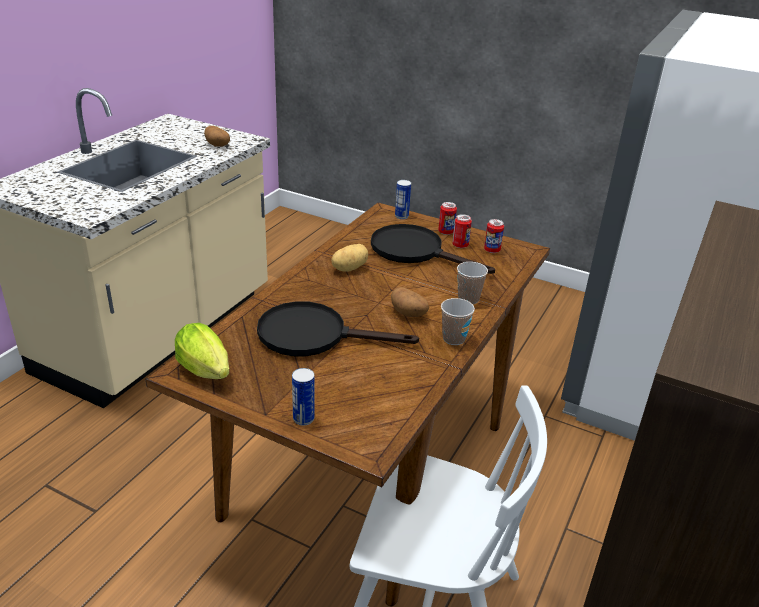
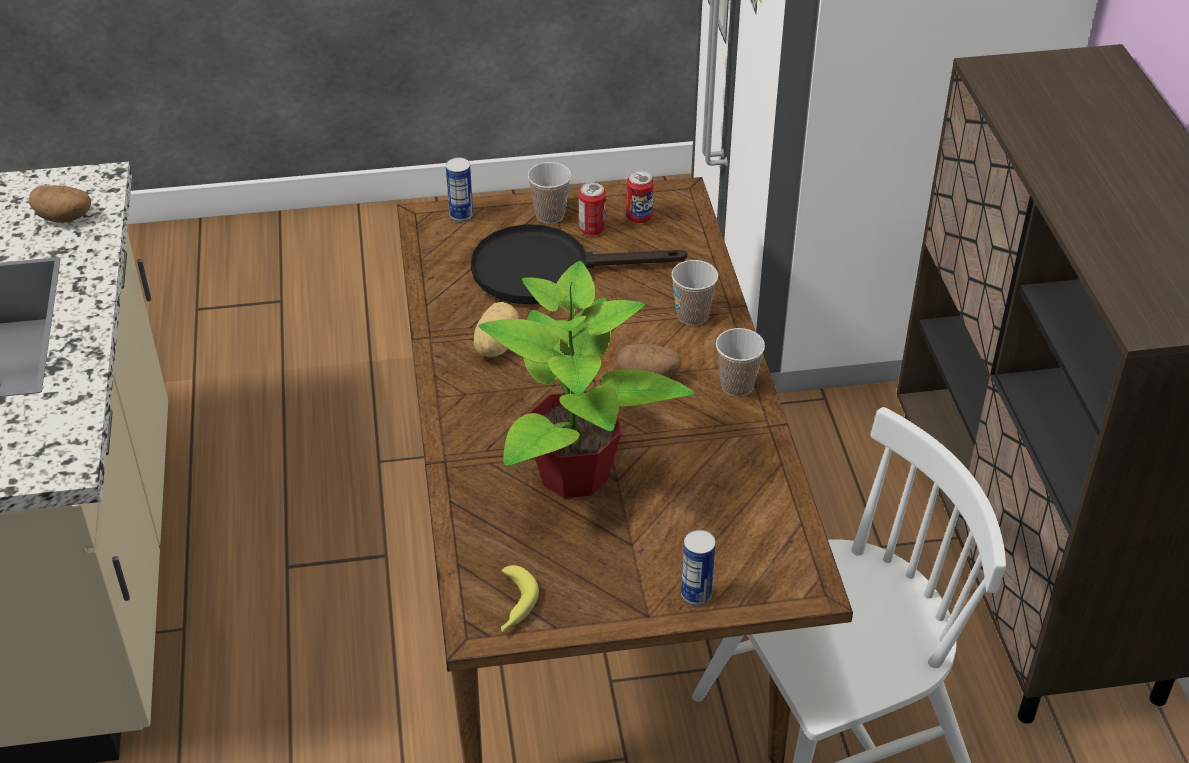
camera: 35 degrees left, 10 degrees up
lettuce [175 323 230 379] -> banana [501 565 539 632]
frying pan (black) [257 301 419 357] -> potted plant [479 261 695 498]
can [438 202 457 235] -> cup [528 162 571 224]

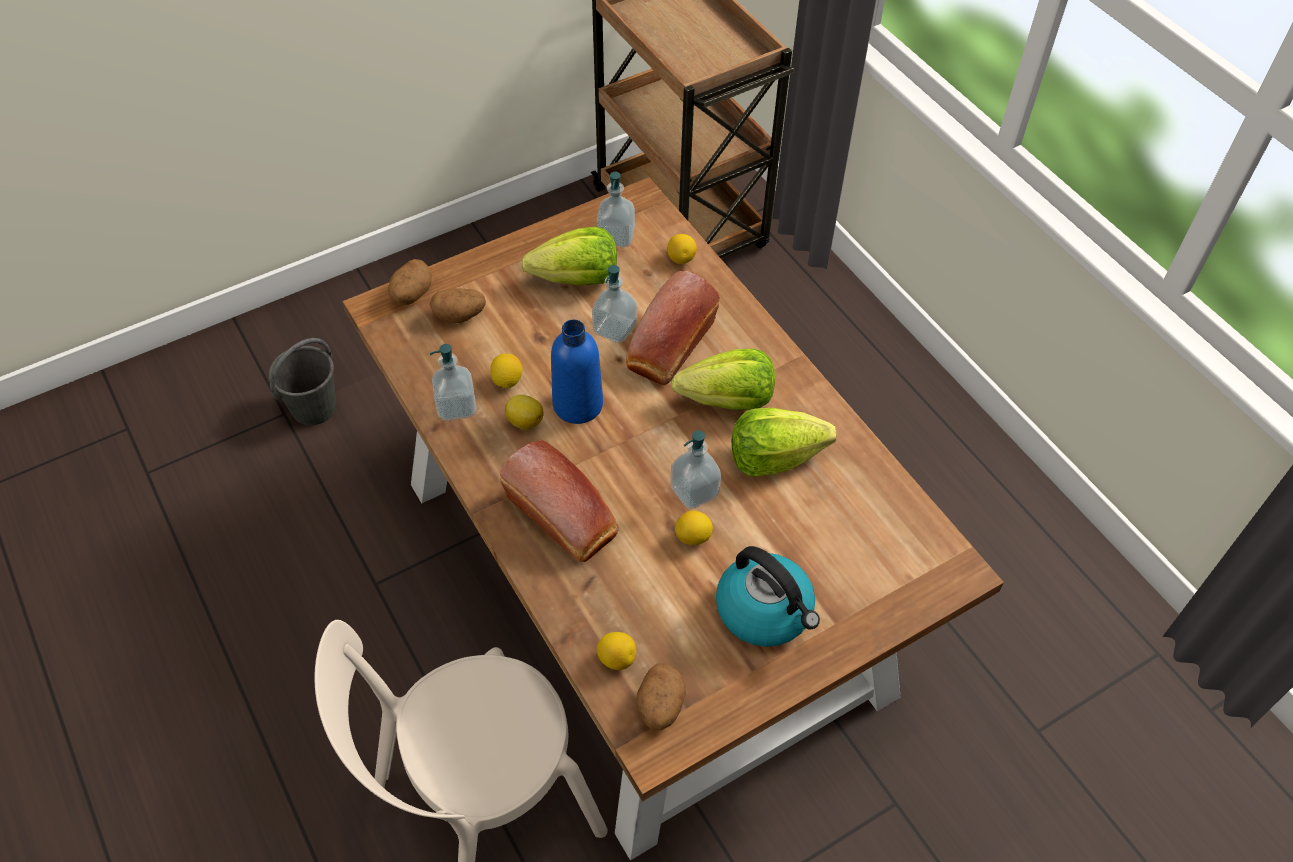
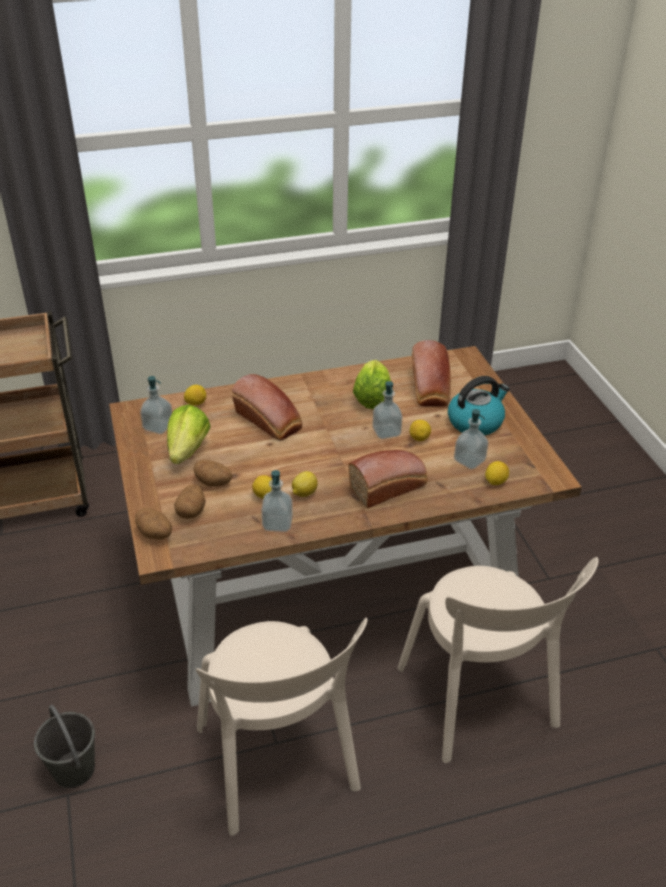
camera: 75 degrees left, 15 degrees down
bottle (blue) [551 319 603 424] -> none
lettuce [671 349 775 410] -> none
none -> chair (beige) [196 618 368 836]
none -> bread [412 340 451 407]
soap dispenser [592 265 637 343] -> soap dispenser [454 409 489 469], move
potato [636 663 686 730] -> potato [193 459 233 487], move

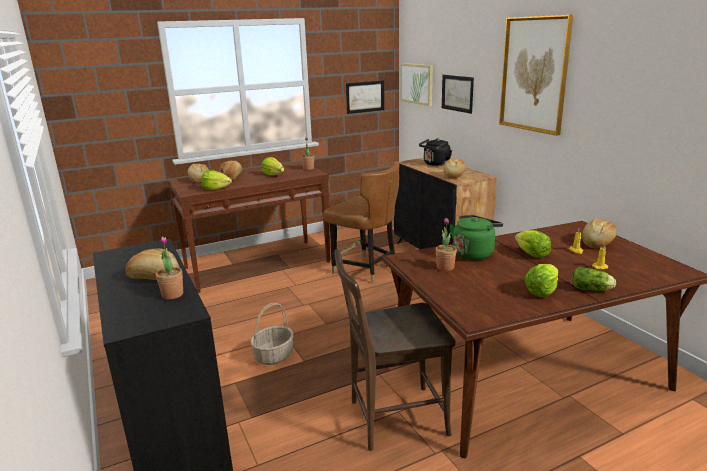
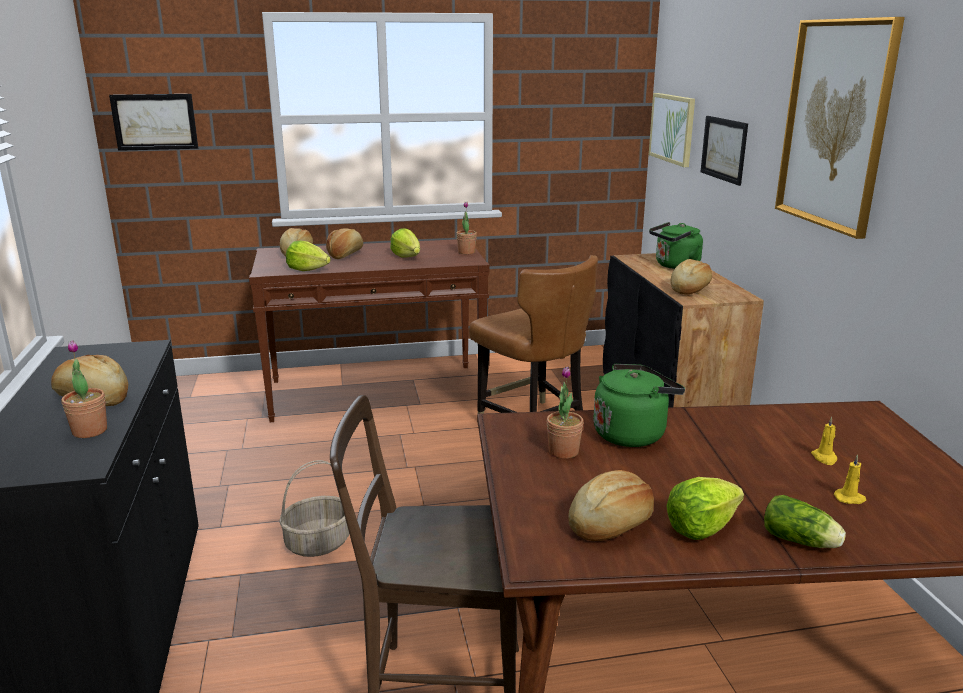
camera: 15 degrees right, 0 degrees up
lettuce [515 230 551 258] -> none
picture [346 80 384 114] -> picture [109 94 198 151], move
bread [582 218 617 248] -> bread [568 470 654 541], move
kettle (black) [419 138 452 166] -> kettle (green) [649 222 703 269]

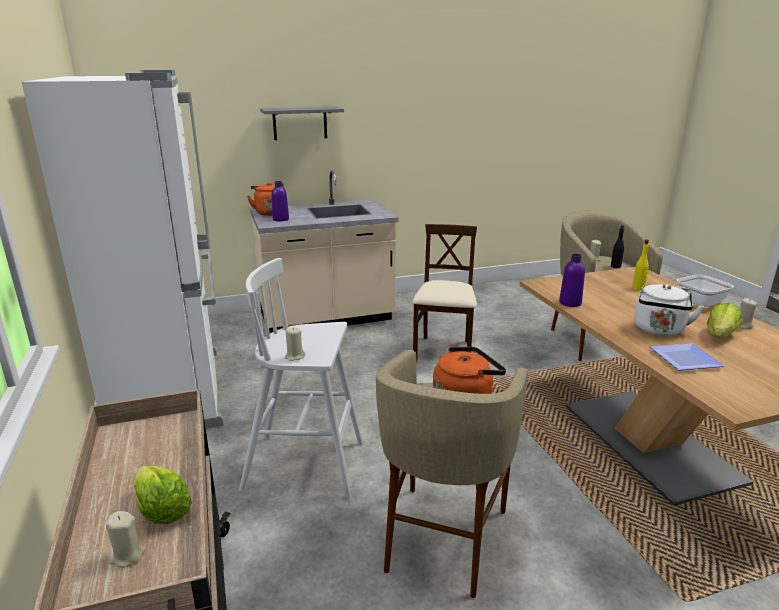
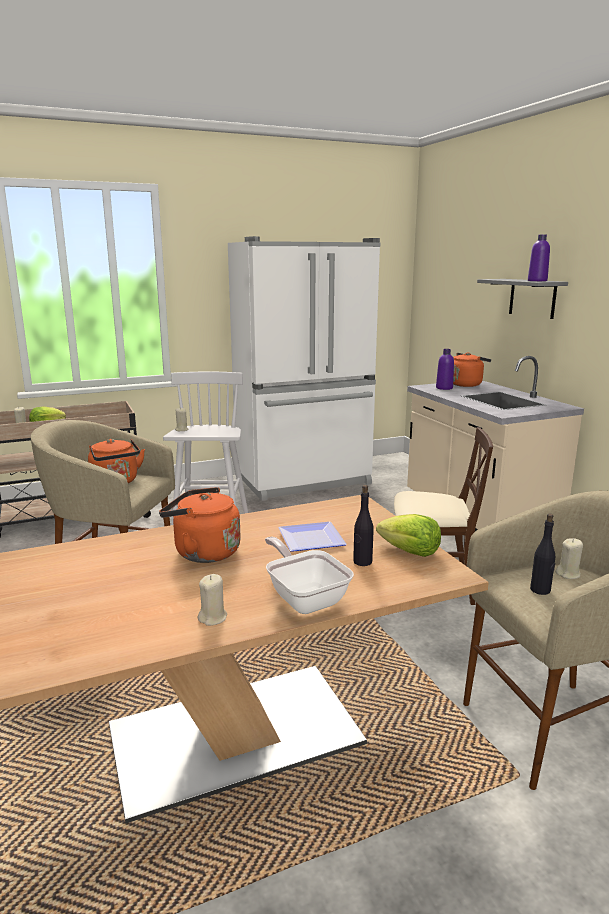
camera: 85 degrees right, 5 degrees down
bottle (purple) [559 254 585 307] -> bottle (purple) [528 234 550 281], move
plate [650 343 724 371] -> plate [278 522 347 552], move
lettuce [707 303 742 338] -> lettuce [376 514 441 557], move
bottle (yellow) [632 240 649 290] -> bottle (black) [353 485 374 566]
kettle (white) [634 284 704 336] -> kettle (orange) [159 487 241 563]

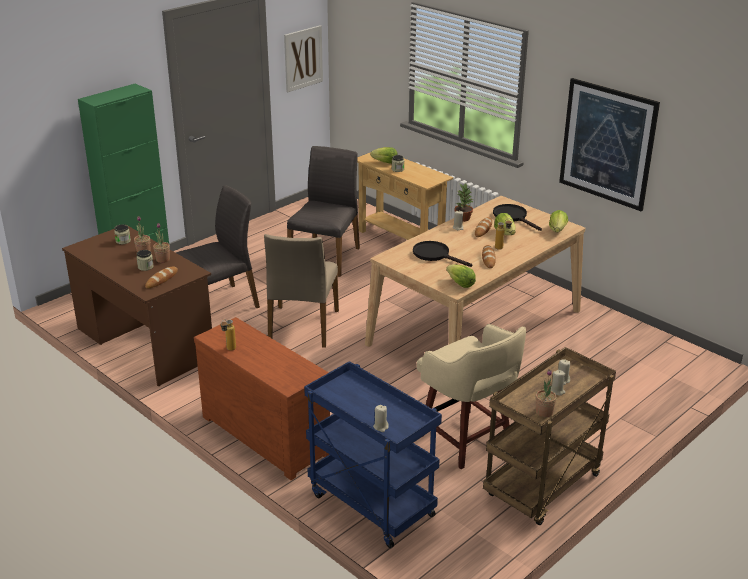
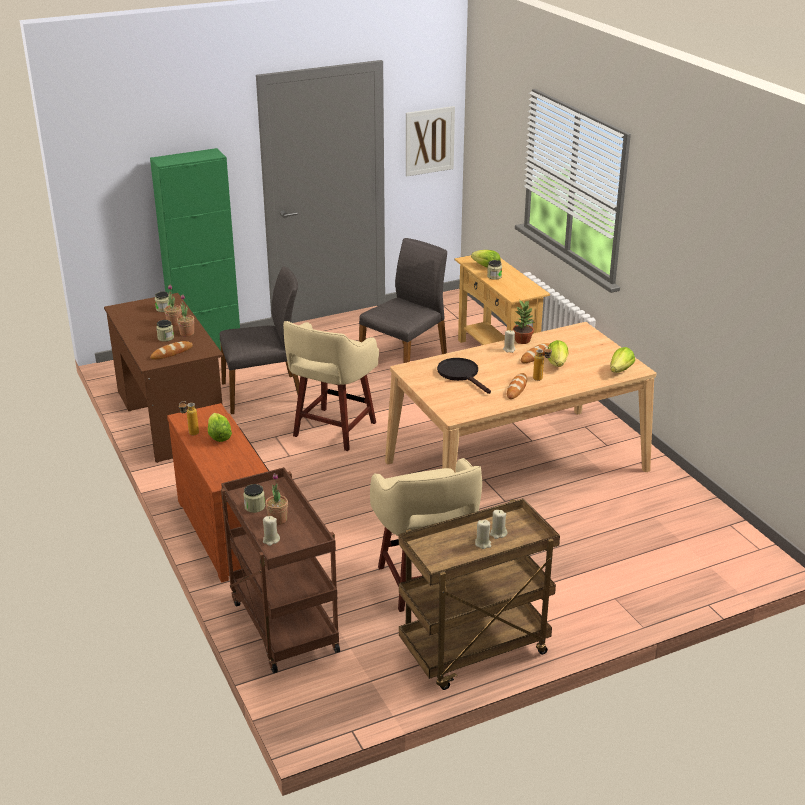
camera: 20 degrees right, 0 degrees up
frying pan (black) [493 204 542 231] -> none
picture [559 78 660 211] -> none
none -> jar [244 484 265 513]
lettuce [446 264 476 288] -> lettuce [208 413 232 442], move
potted plant [536 369 557 417] -> potted plant [265 473 288 525], move
chair (beige) [264 234 339 348] -> stool (beige) [283 321 379 451]
cart (blue) [304 361 442 548] -> cart (brown) [221 467 340 673]

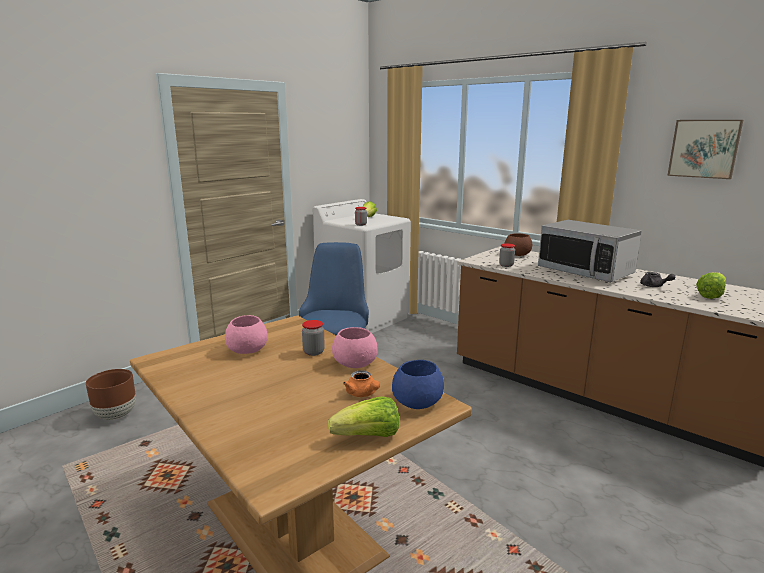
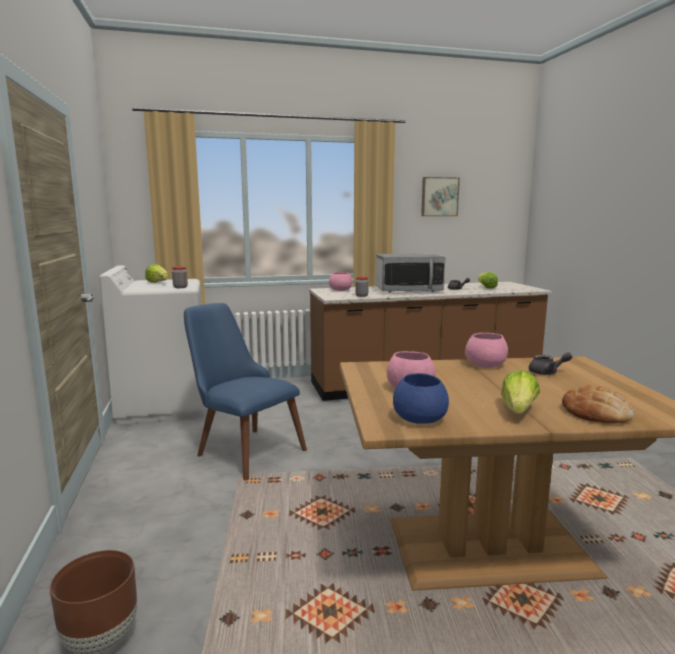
camera: 55 degrees left, 5 degrees down
jar [302 320 325 356] -> none
none -> bread [562 385 634 423]
lettuce [328 396 399 437] -> lettuce [501 370 540 414], move
bowl (blue) [392 360 444 409] -> bowl (blue) [393 373 449 424], move
teapot (orange) [343 370 380 397] -> teapot (grey) [529 352 572 375]
bowl (brown) [505 233 532 256] -> bowl (pink) [329 272 352 291]

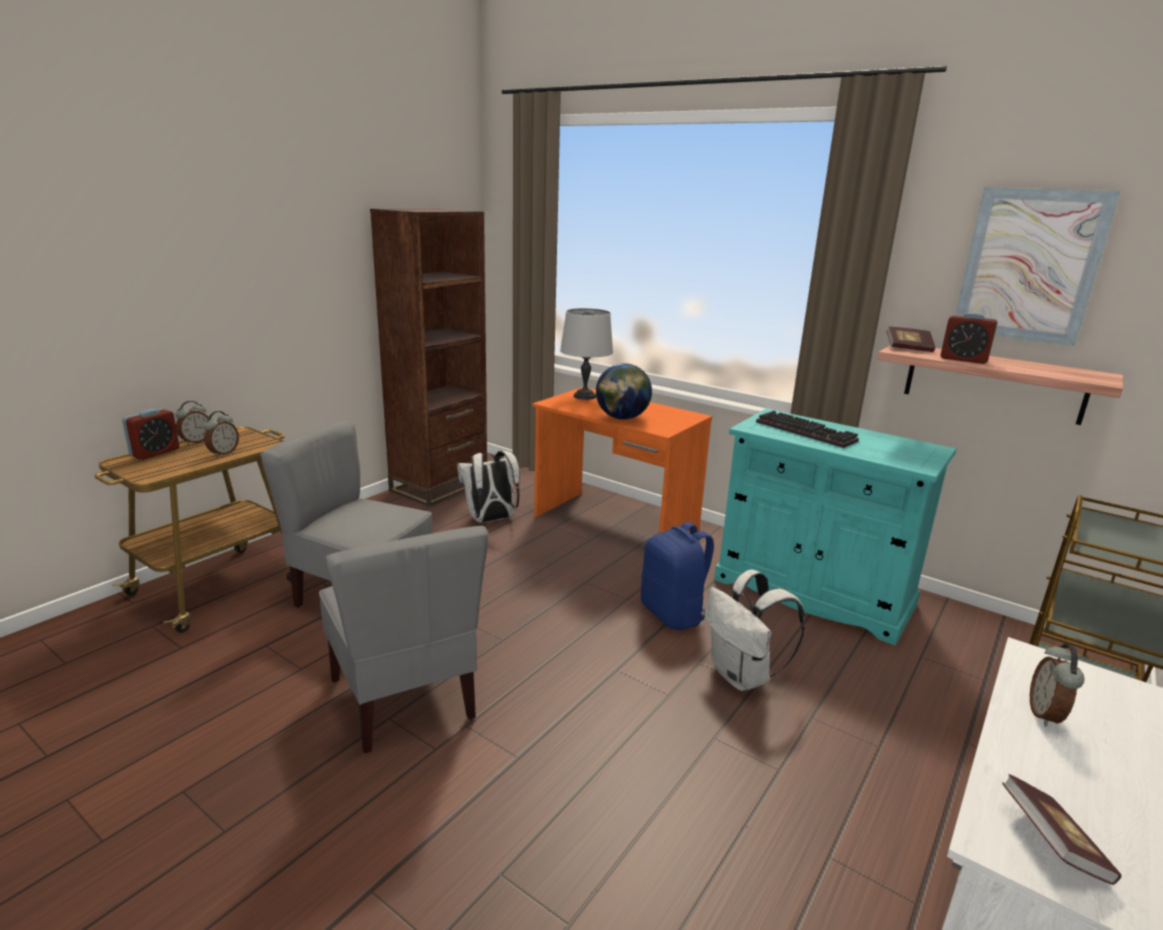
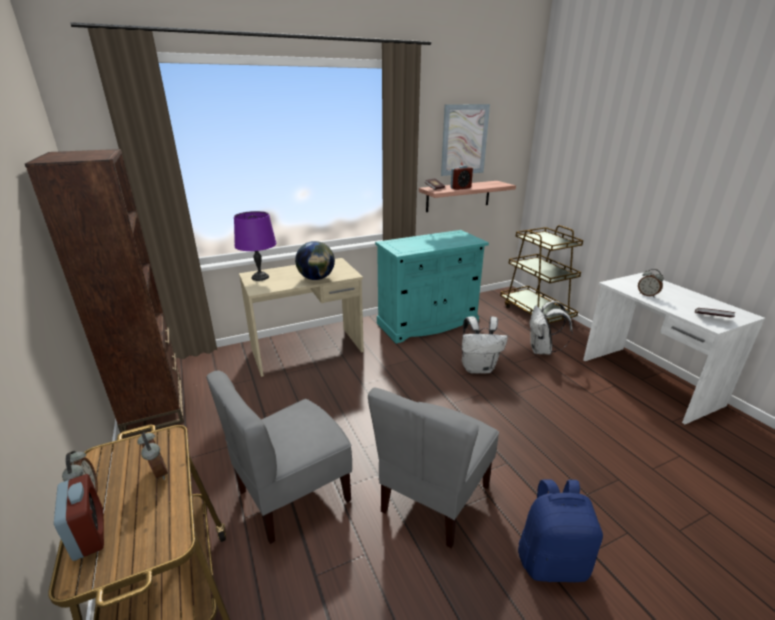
camera: 60 degrees left, 5 degrees up
keyboard [756 410 859 448] -> none
backpack (white) [457 450 520 523] -> backpack (white) [530 301 573 355], move
backpack (blue) [641 522 714 630] -> backpack (blue) [518 479 603 582], move
desk (orange) [532 387 712 534] -> desk (beige) [239 258 364 377]
table lamp (grey) [560 308 613 400] -> table lamp (purple) [234 211 276 281]
chair (grey) [319 526 488 753] -> chair (grey) [368 387 499 548], 120 degrees clockwise

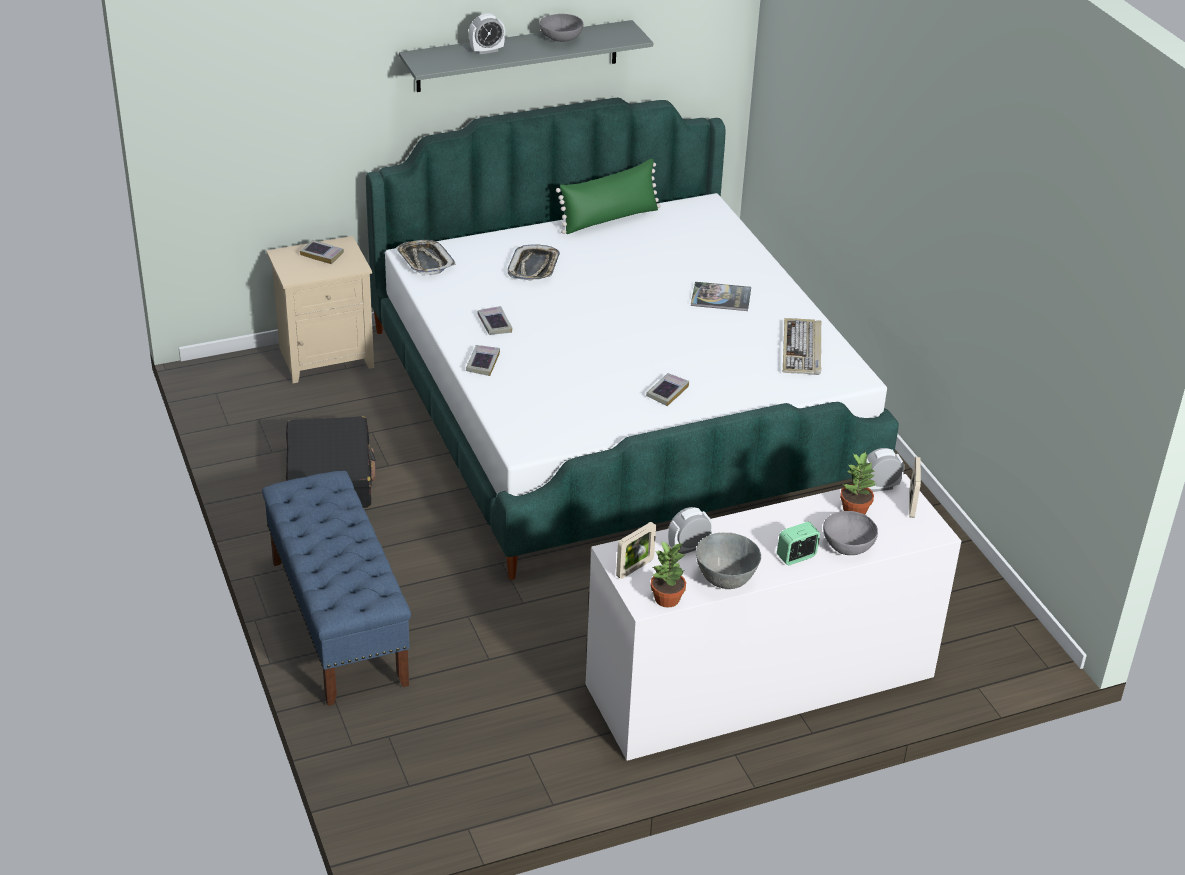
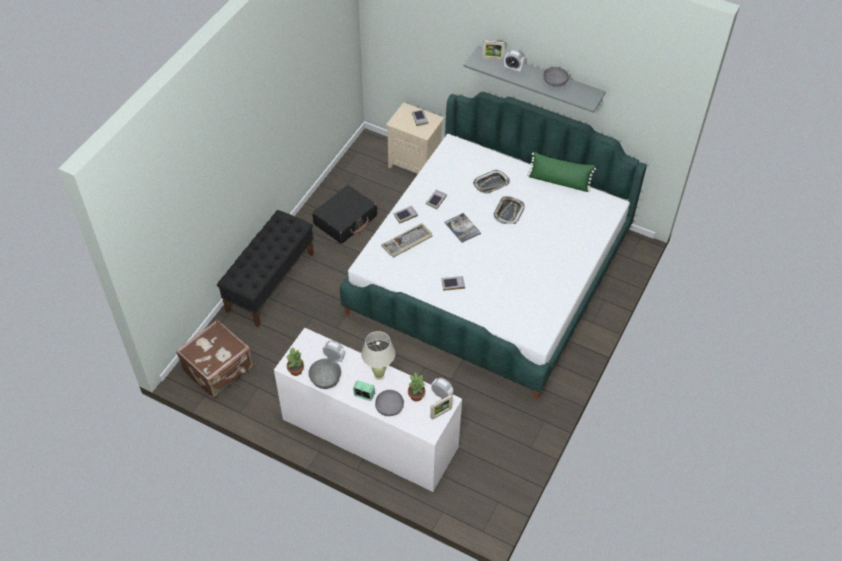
camera: 50 degrees right, 15 degrees up
none -> suitcase (brown) [176 319 253 398]
none -> table lamp (beige) [361 331 395 380]
tray [396 240 456 275] -> tray [494 196 525 224], move
picture frame [616 522 656 579] -> picture frame [482 40 505 60], move
book [691 282 751 311] -> book [445 213 481 243], move
keyboard [783 318 822 375] -> keyboard [381 223 433 258], move
bench (blue) [262 471 411 706] -> bench (black) [217 210 314 327]

